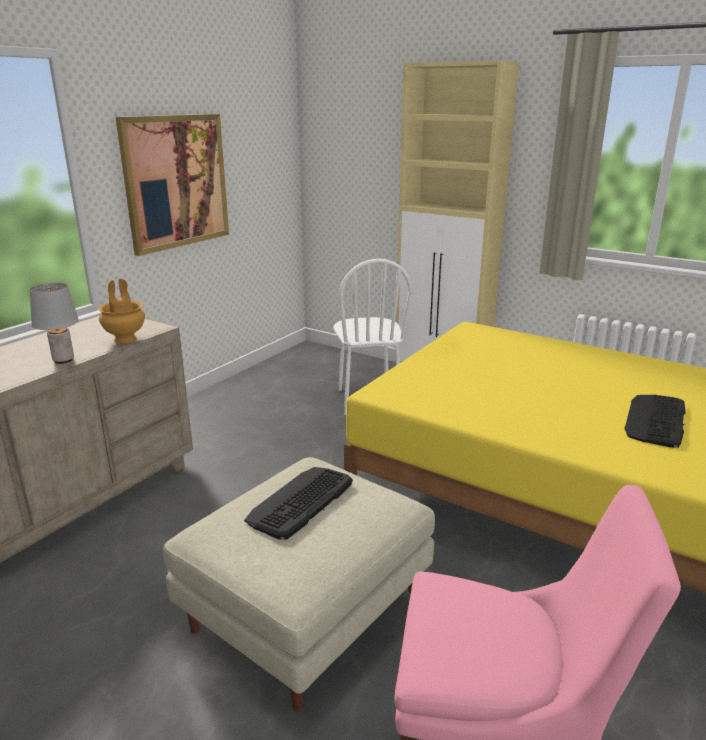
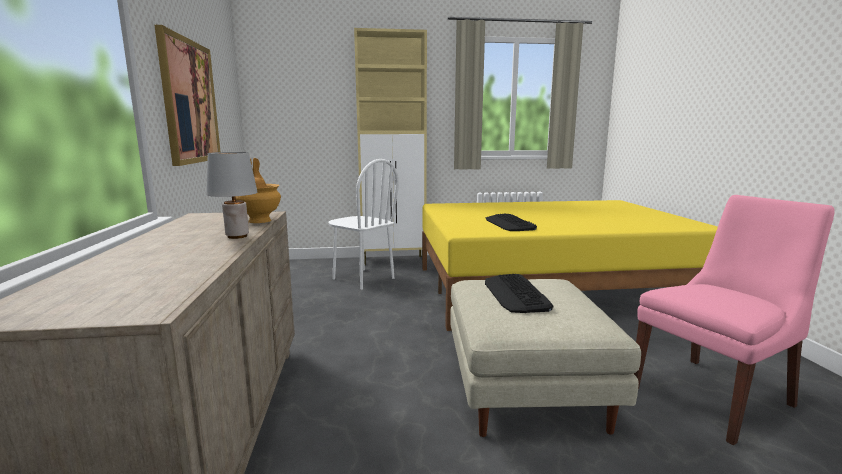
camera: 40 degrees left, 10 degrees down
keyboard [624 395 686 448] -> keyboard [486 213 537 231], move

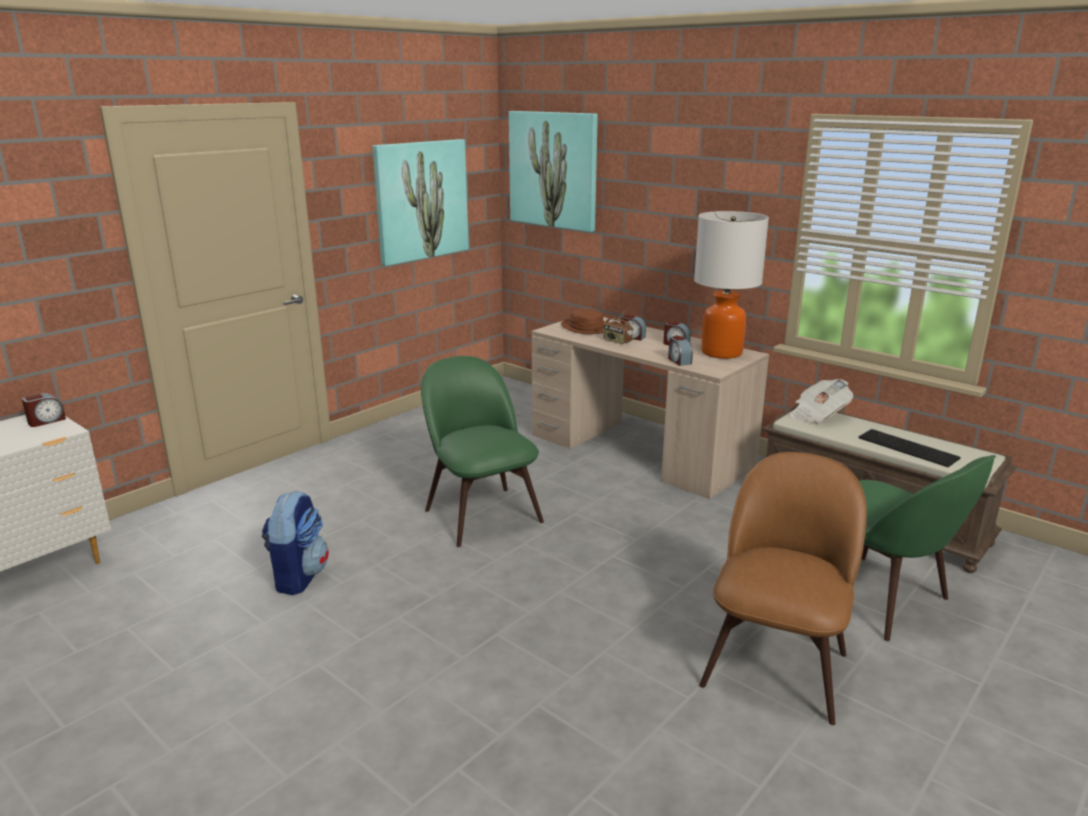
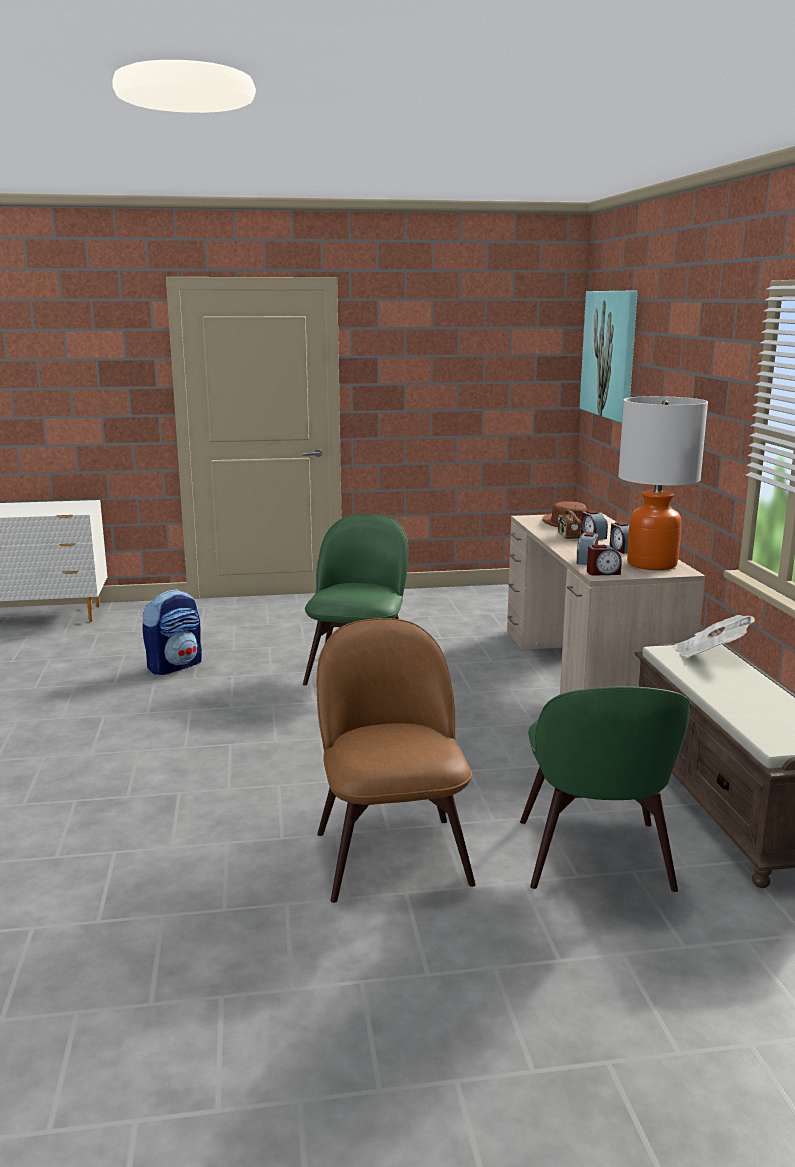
camera: 40 degrees right, 5 degrees down
picture [372 139 469 266] -> none
keyboard [858 429 961 467] -> none
alarm clock [22 393 66 427] -> alarm clock [587 545 622 576], move
chair (brown) [699 452 867 725] -> chair (brown) [316 618 476 903], 75 degrees counterclockwise

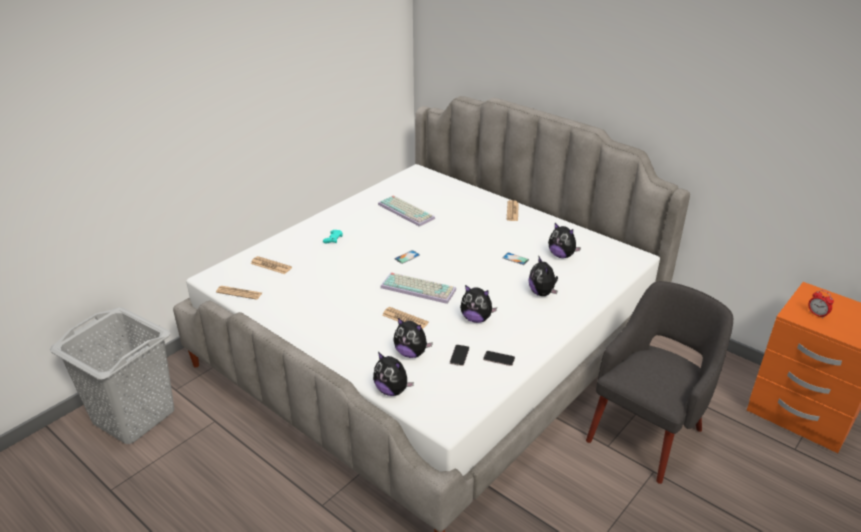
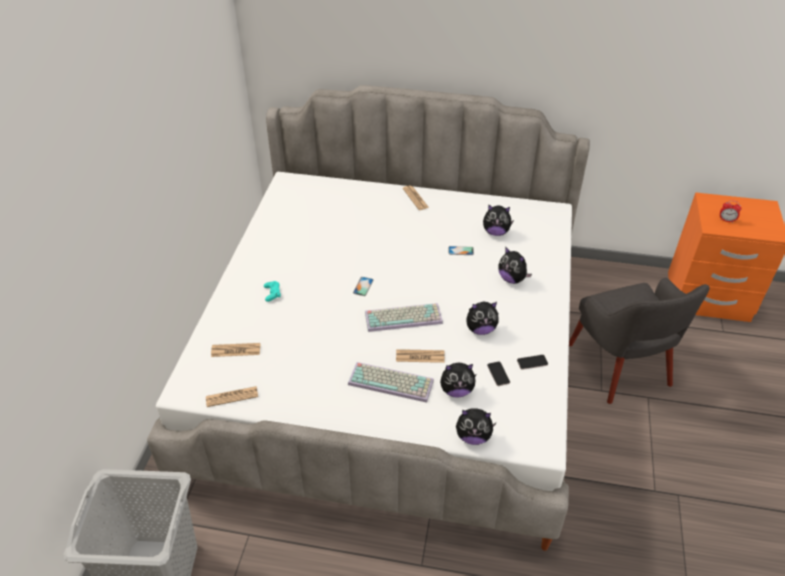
camera: 30 degrees left, 10 degrees up
keyboard [378 195 435 227] -> keyboard [348 362 434 403], move
armchair (grey) [586 281 733 484] -> armchair (grey) [569 278 710 404], 150 degrees clockwise

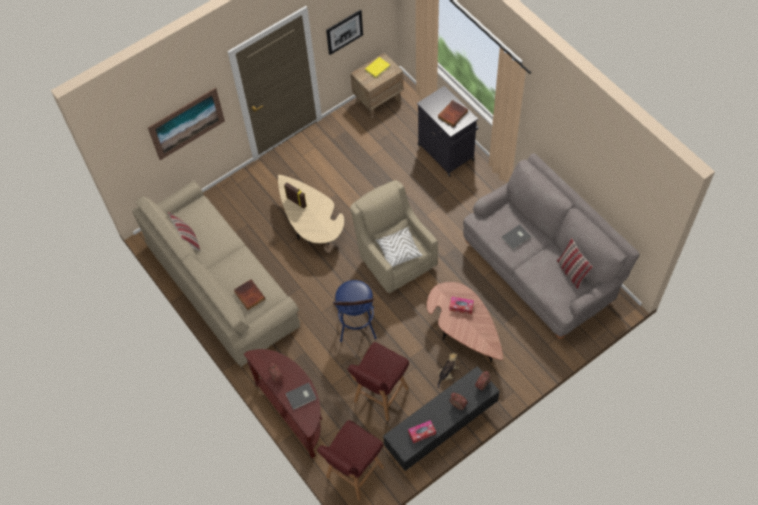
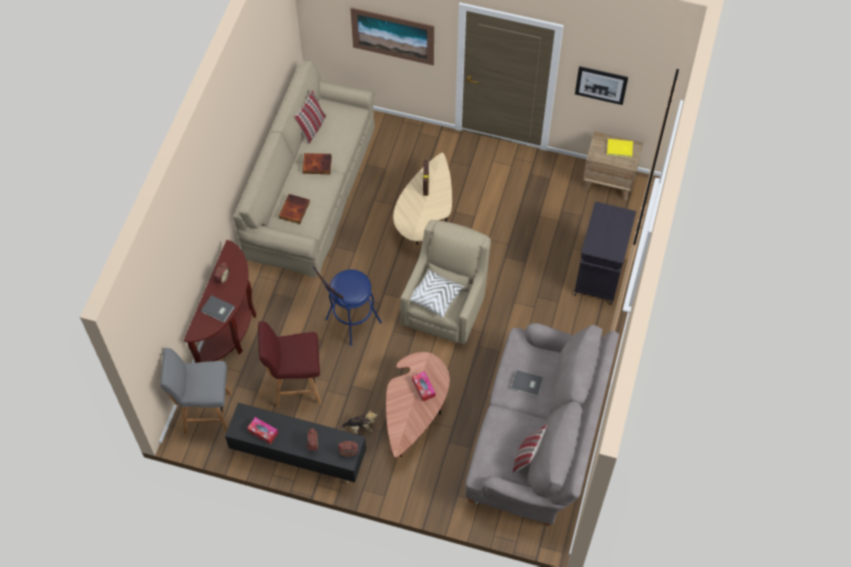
camera: 50 degrees right, 0 degrees up
book [438 100 468 127] -> book [303 153 332 174], move
stool (red) [316 420 384 501] -> stool (grey) [160 348 232 434]

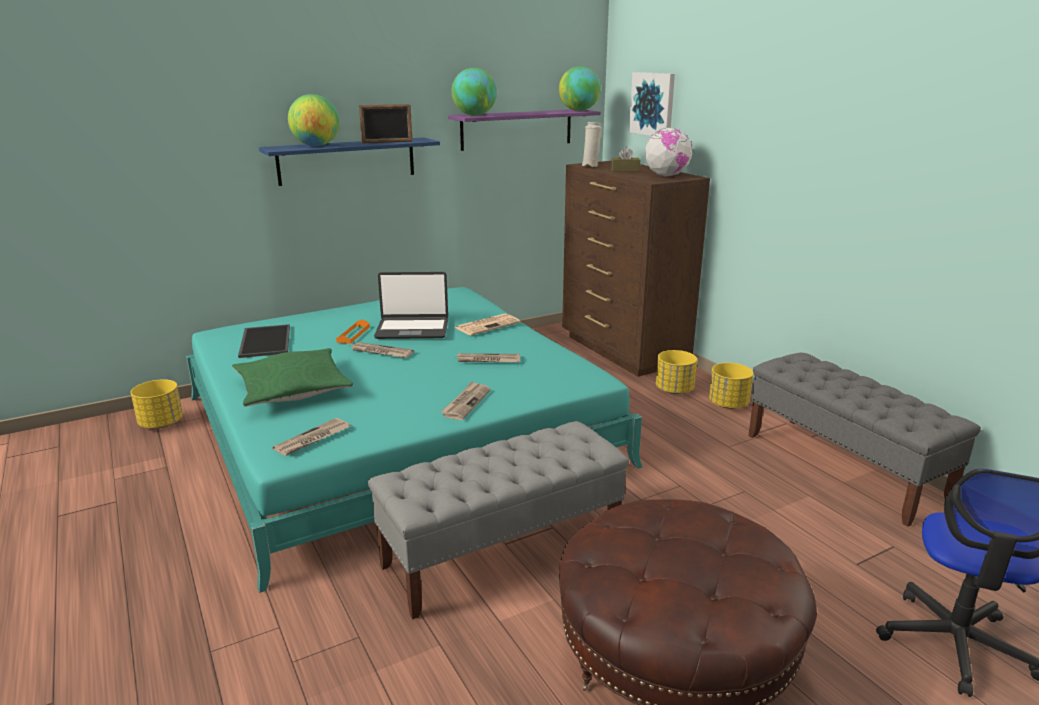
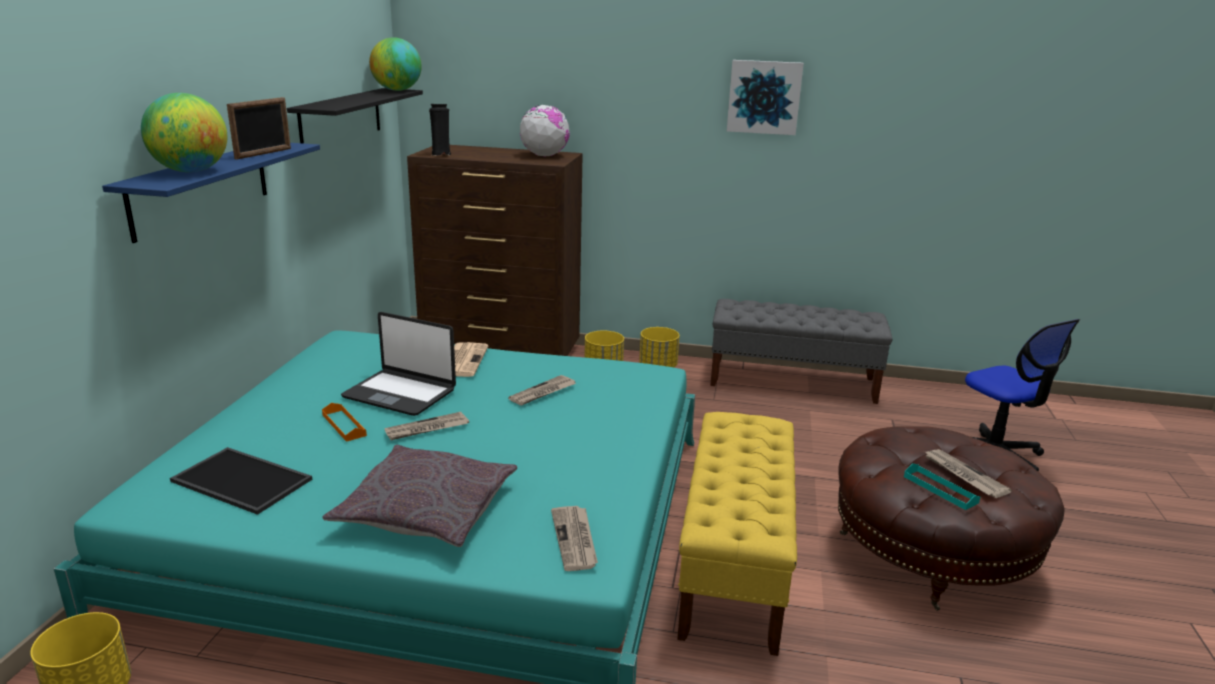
camera: 50 degrees left, 0 degrees up
globe [451 68 497 116] -> none
tissue box (brown) [611 147 640 172] -> none
none -> tray (turquoise) [904 463 980 510]
newspaper [440 381 491 420] -> newspaper [924 449 1012 498], move
picture [629 72 675 136] -> picture [727 60 804 135], move
pillow (green) [232 348 354 407] -> pillow (grey) [323 445 517 547]
bench (grey) [368 421 629 619] -> bench (yellow) [677 412 797 656]
shelf (purple) [448 110 601 151] -> shelf (black) [287 88 423 144]
vase (white) [581 122 602 167] -> vase (black) [429 104 451 155]
laptop [374 272 448 339] -> laptop [341 312 456 416], 75 degrees clockwise

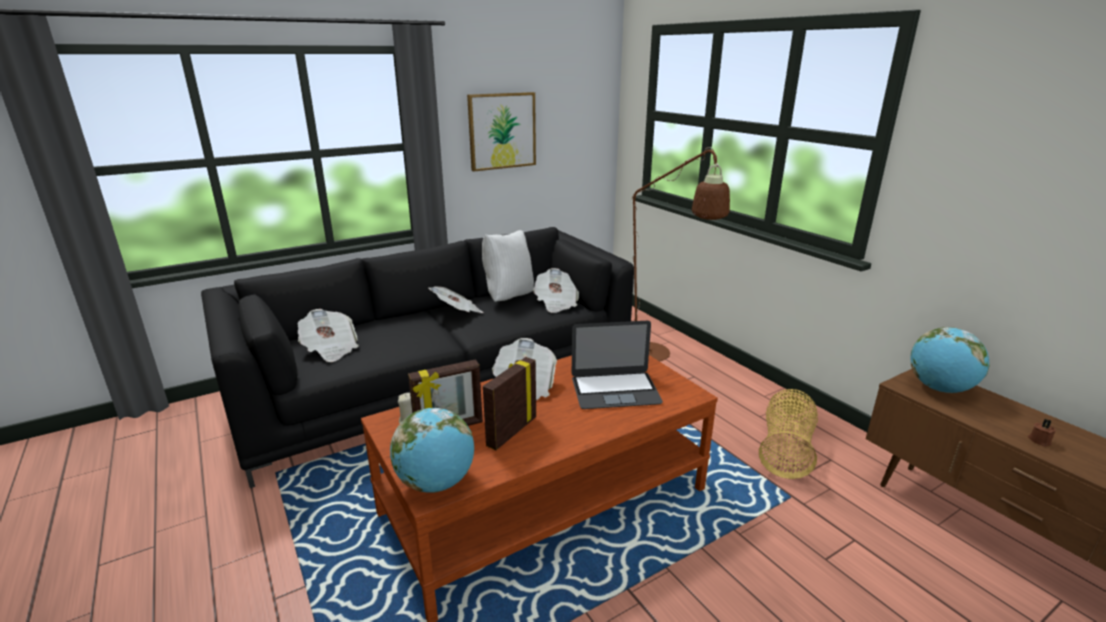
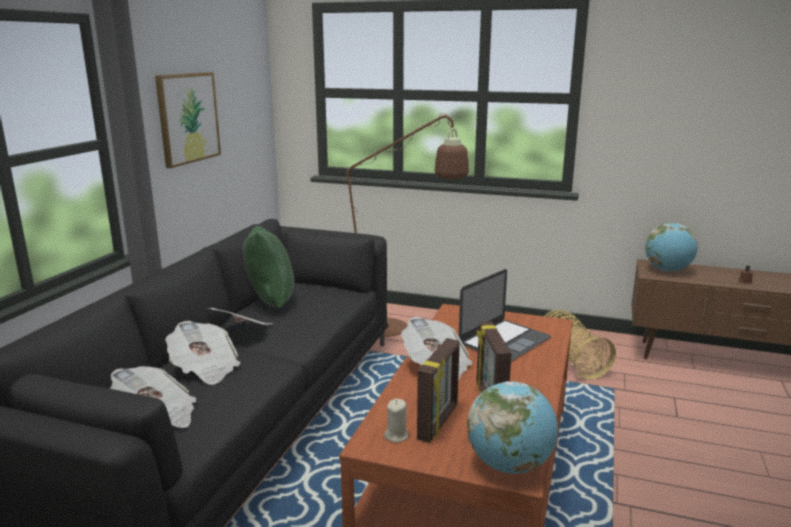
camera: 40 degrees left, 5 degrees down
newspaper [533 268 579 313] -> newspaper [165 321 240 385], move
pillow (white) [482 230 534 302] -> pillow (green) [243 226 295 308]

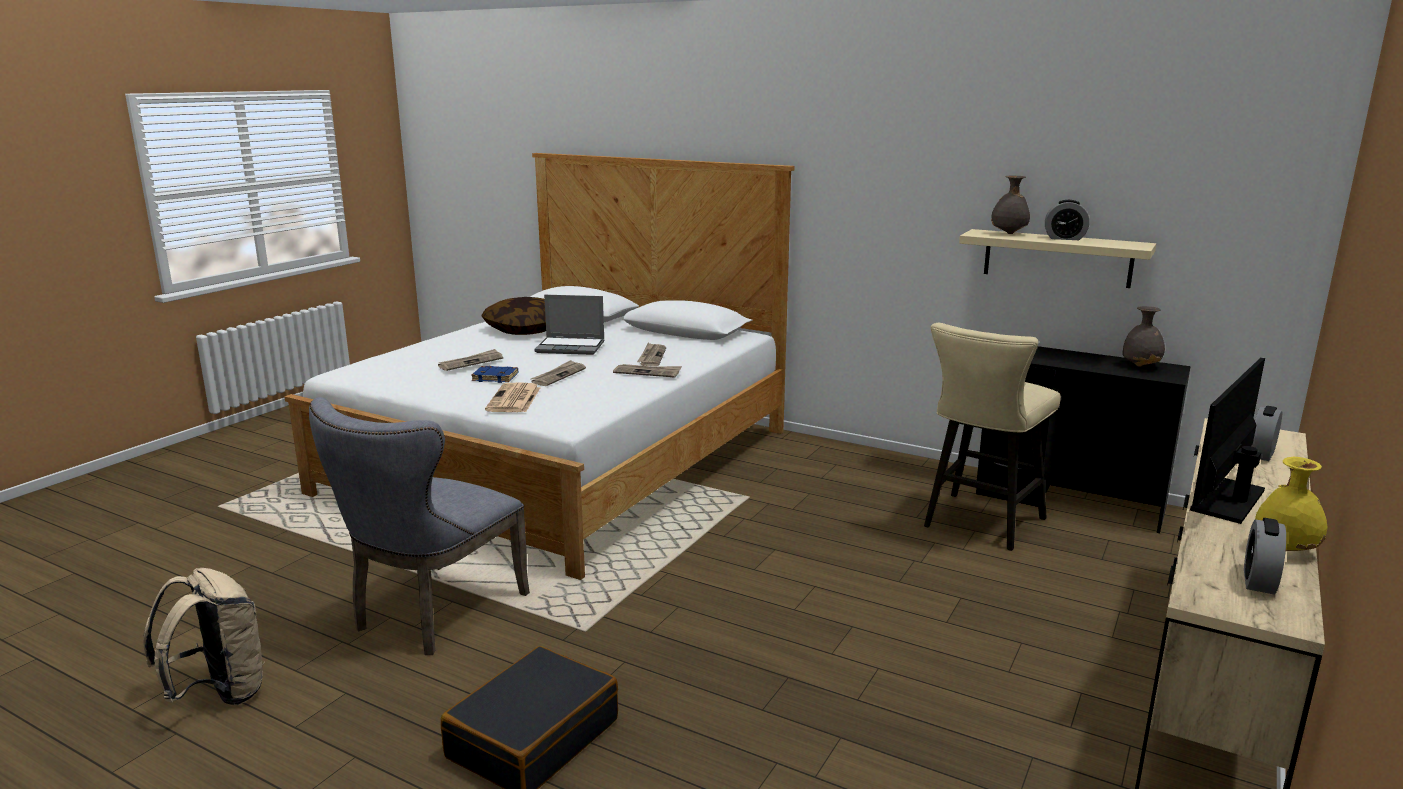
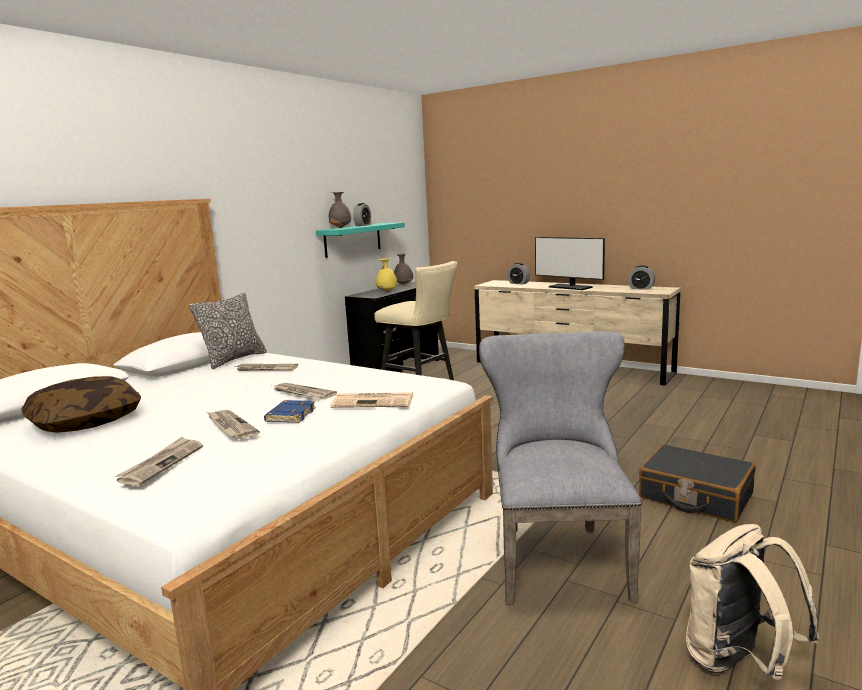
camera: 85 degrees left, 5 degrees down
laptop [535 295 605 355] -> none
none -> pillow [189 293 267 369]
newspaper [613 364 682 378] -> newspaper [115 437 203 486], move
vase (yellow) [1255 457 1328 551] -> vase (yellow) [376 258 397 292], move
shelf (beige) [959 229 1156 288] -> shelf (turquoise) [316 223 405 258]
chair (grey) [309 397 530 655] -> chair (grey) [479 331 642 605], 120 degrees counterclockwise

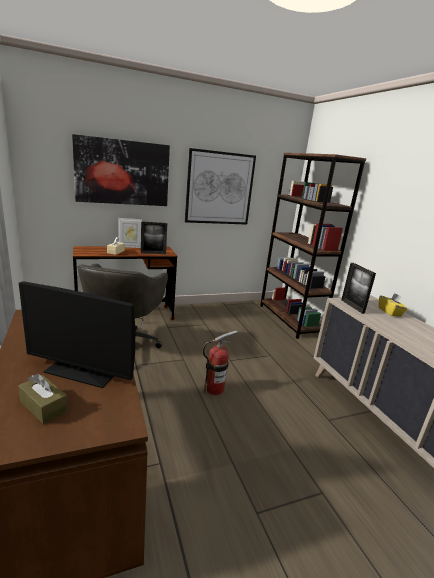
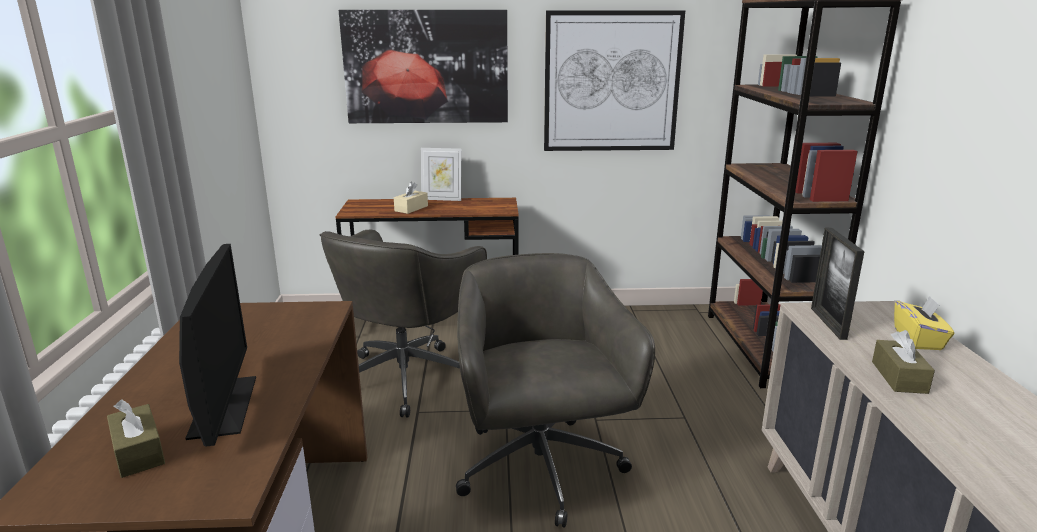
camera: 20 degrees right, 0 degrees up
picture frame [141 221 167 254] -> none
none -> tissue box (brown) [872 330 935 394]
fire extinguisher [203 331 238 395] -> office chair (grey) [456 253 655 528]
monitor [19 281 135 388] -> monitor [179 244 256 446], 135 degrees counterclockwise

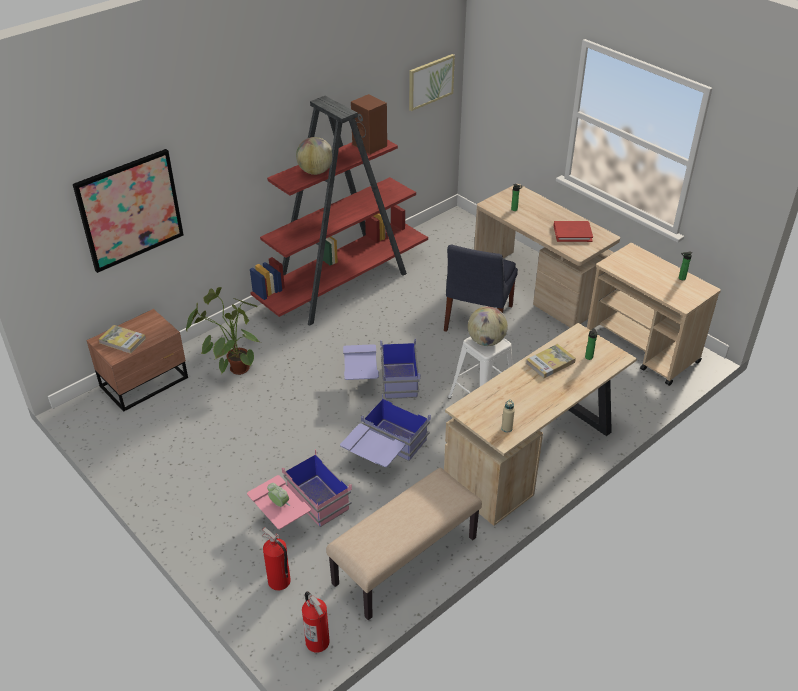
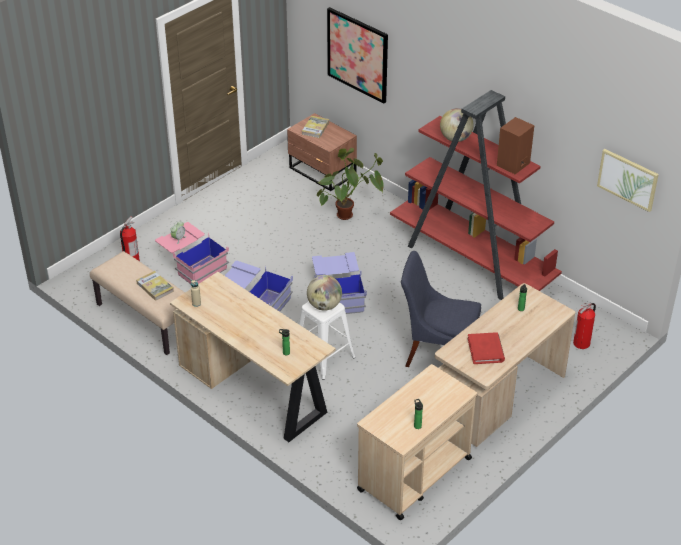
camera: 85 degrees right, 0 degrees up
fire extinguisher [302 591 330 653] -> fire extinguisher [573 303 596 349], move
book [526 344 576 378] -> book [136 271 174 301], move

